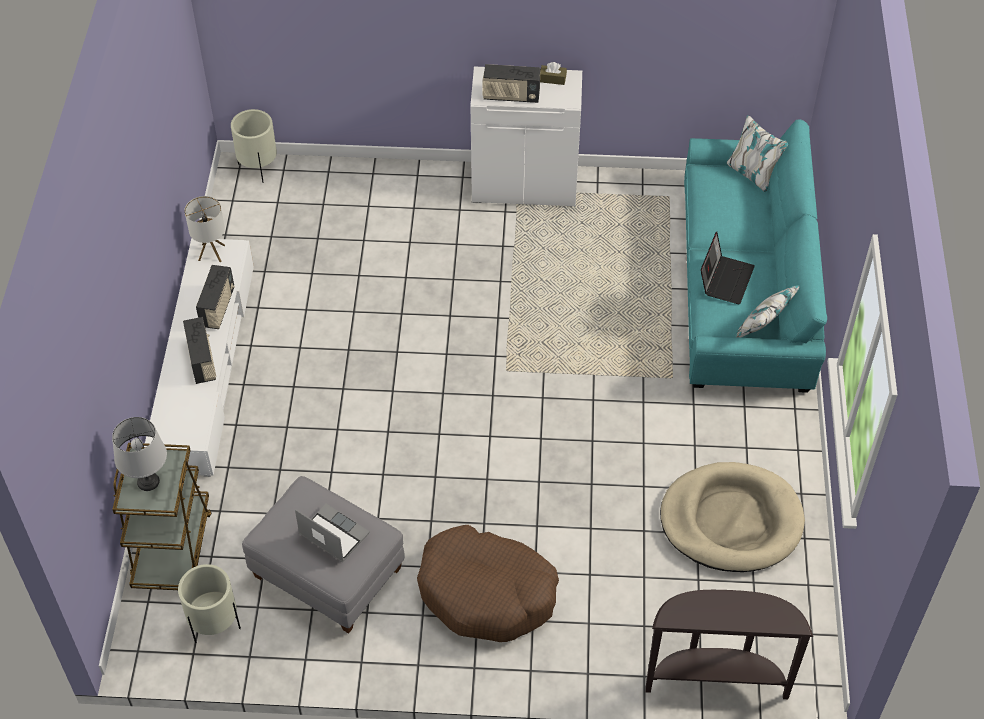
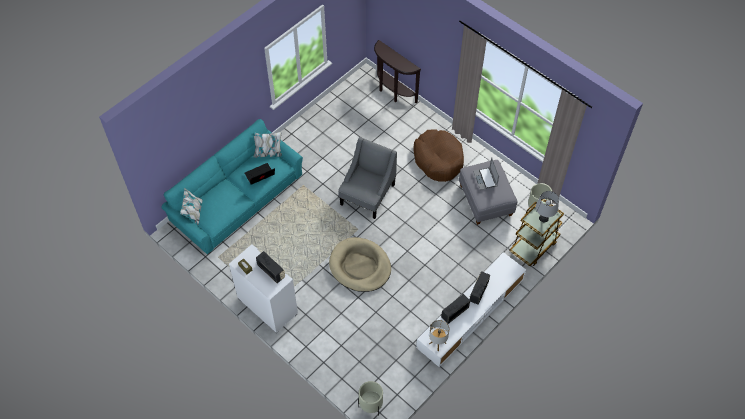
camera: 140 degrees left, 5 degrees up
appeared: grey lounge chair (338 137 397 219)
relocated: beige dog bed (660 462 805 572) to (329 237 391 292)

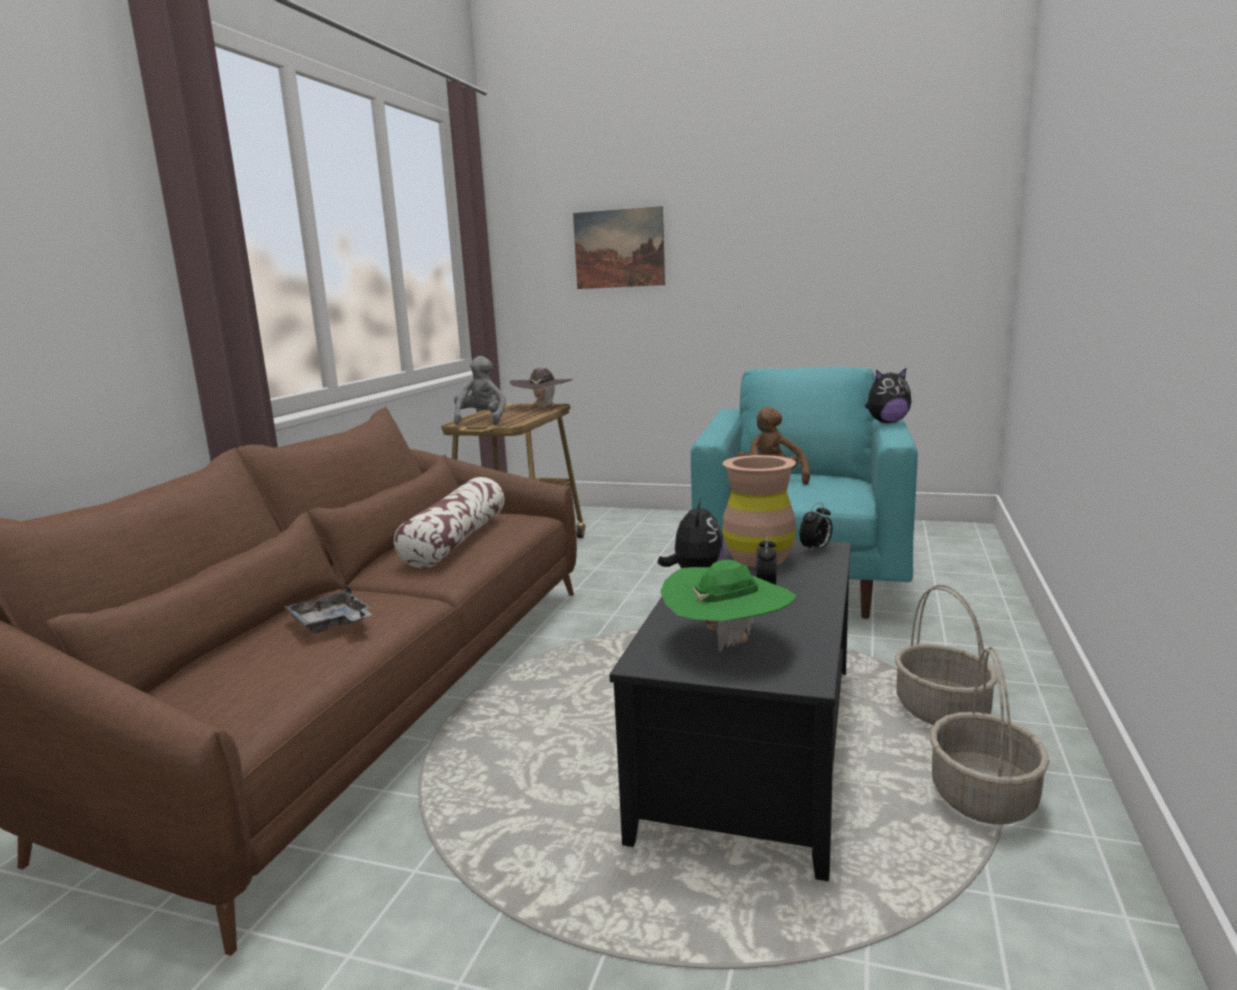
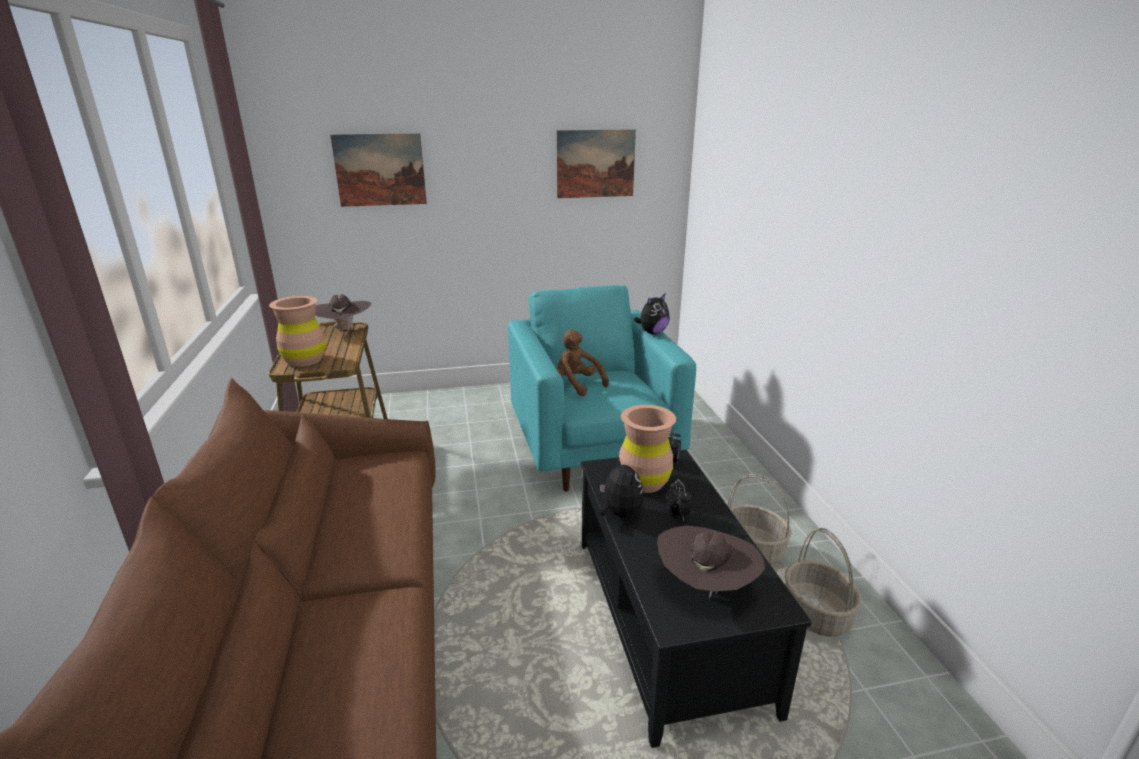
camera: 30 degrees left, 10 degrees up
missing: grey carrying tray (284 585 373 633); cushion (394 477 505 568)
appeared: picture (556 129 636 198)
exchanged: grey soft toy (454 356 506 425) to brown-coloured decorative vase (269 296 325 367)
colour: greenish wearable hat (660 560 797 653) to brown-coloured wearable hat (657 526 765 598)

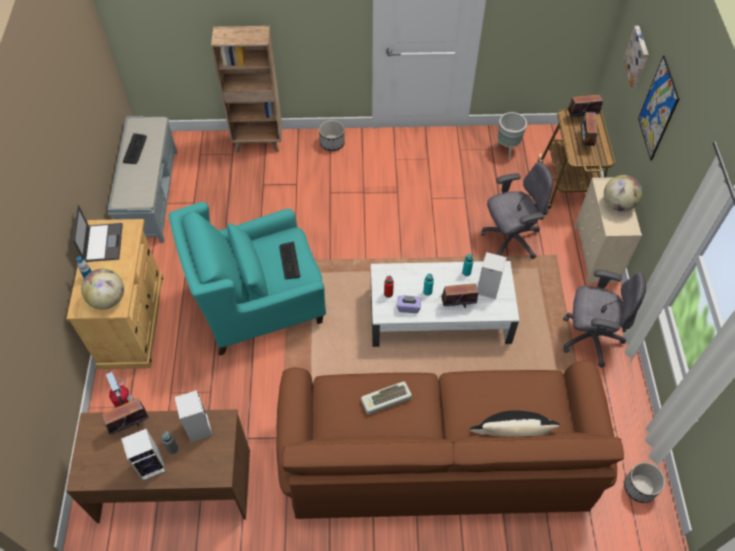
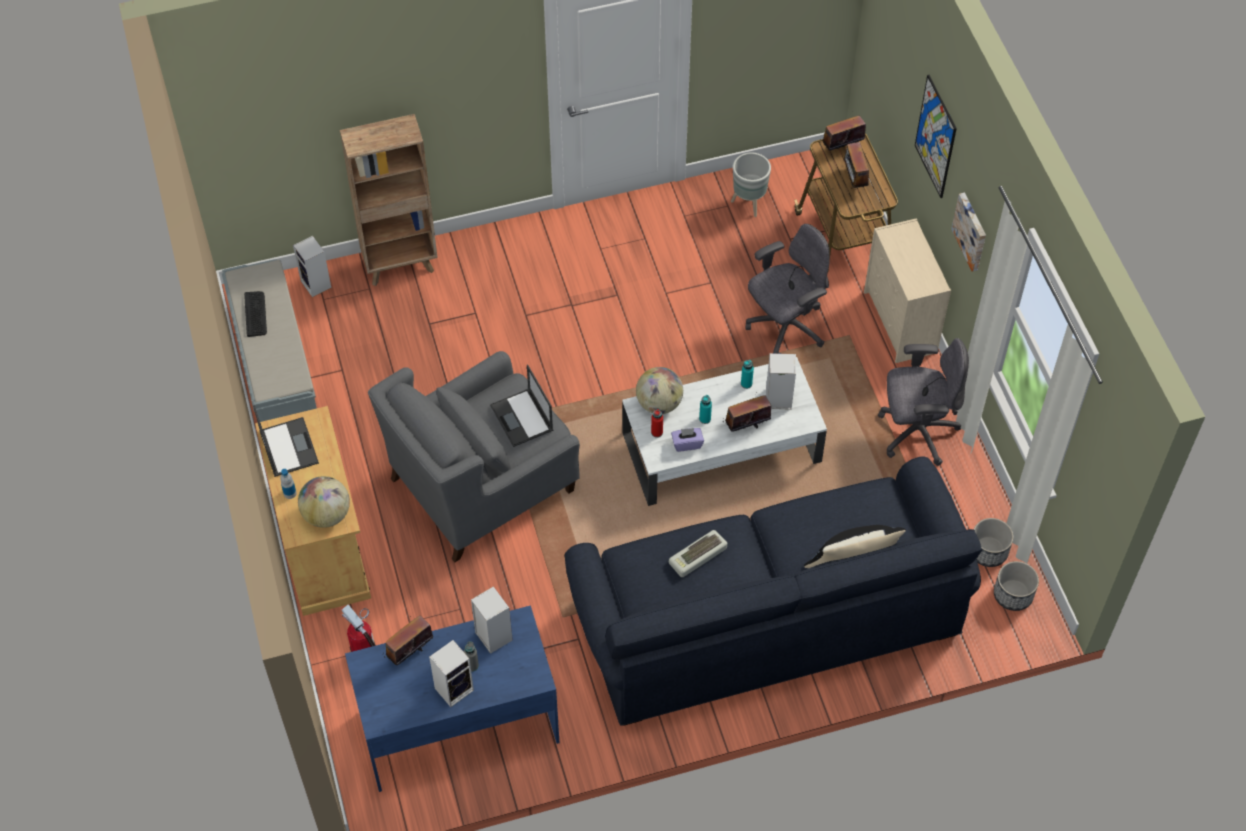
camera: 15 degrees left, 0 degrees up
appeared: audio speaker (293 236 331 297)
relocated: world globe (604 175 642 212) to (636 367 683 414); picture (623 26 649 87) to (951 192 986 271); flower pot (319 120 345 151) to (974 518 1013 567)
exchanged: keyboard (279 242 300 279) to notebook computer (490 364 553 447)
colour: brown-coloured desk table (66 409 250 523) to bluish desk table (345 605 560 792); turquoise lounge chair (169 202 326 356) to grey lounge chair (368 351 580 562); brown-coloured sofa (276 361 624 519) to bluish sofa (565 456 982 726)

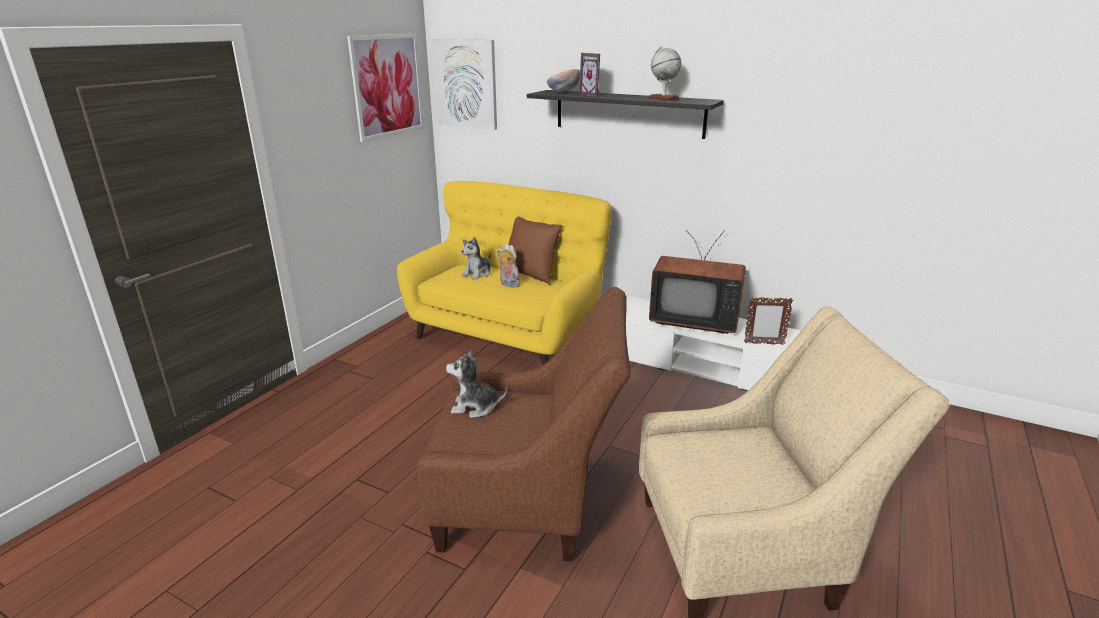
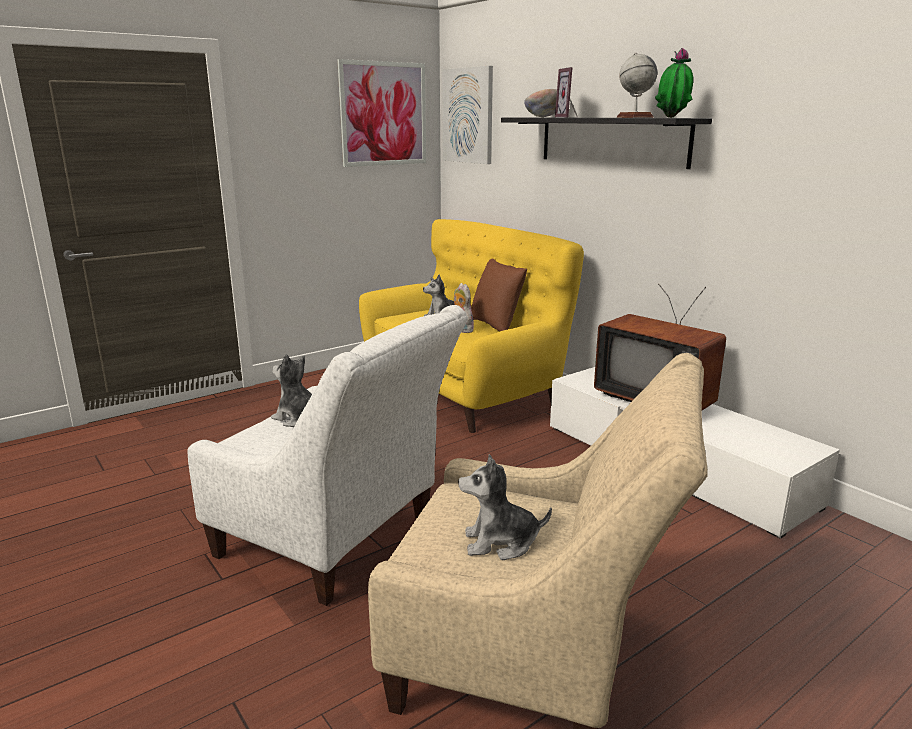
camera: 25 degrees right, 5 degrees down
missing: photo frame (744 297 793 345)
appeared: soft toy (458 454 552 560); potted plant (655 48 693 118)
colour: brown-coloured lounge chair (417 287 631 561) to white-coloured lounge chair (187 305 468 606)

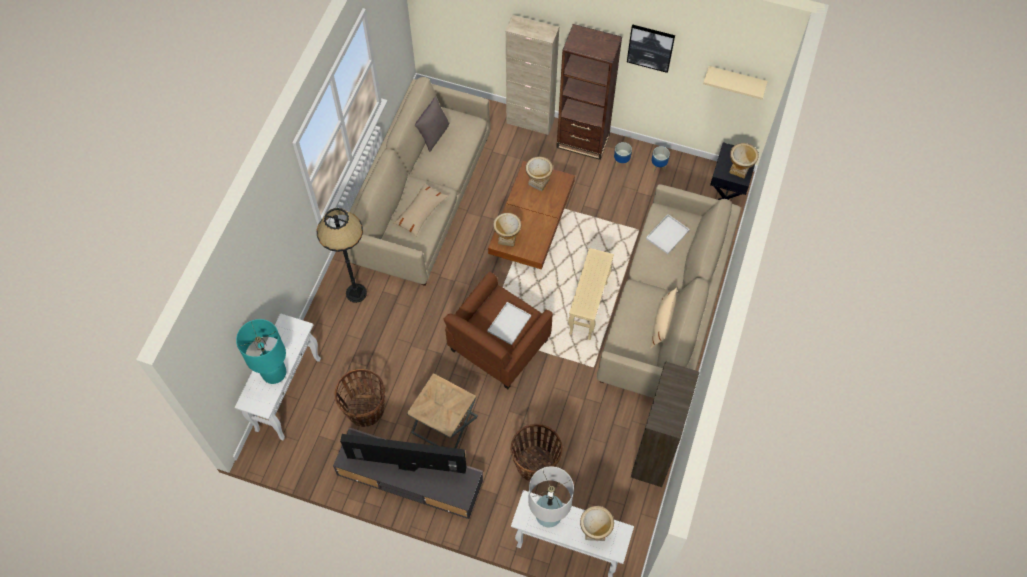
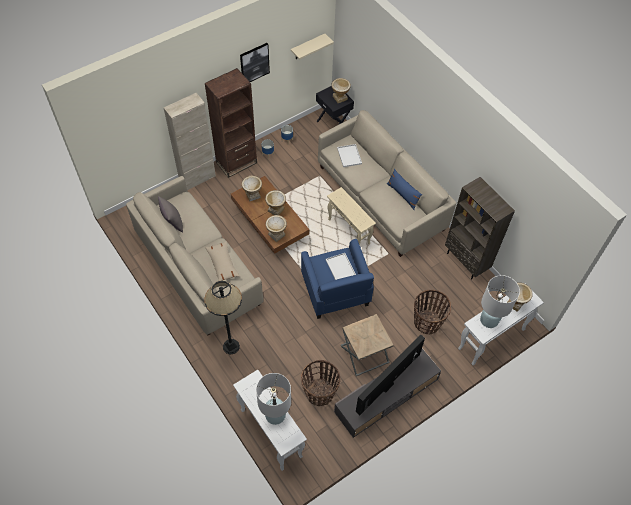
camera: 55 degrees left, 5 degrees down
appeared: decorative vase (265 190 286 215)
colour: turquoise lamp for a table (236 319 286 384) to white-coloured lamp for a table (256 373 291 425); brown-coloured lounge chair (443 272 553 389) to bluish lounge chair (301 239 374 319); beige cushion (651 287 677 349) to bluish cushion (387 169 422 210)

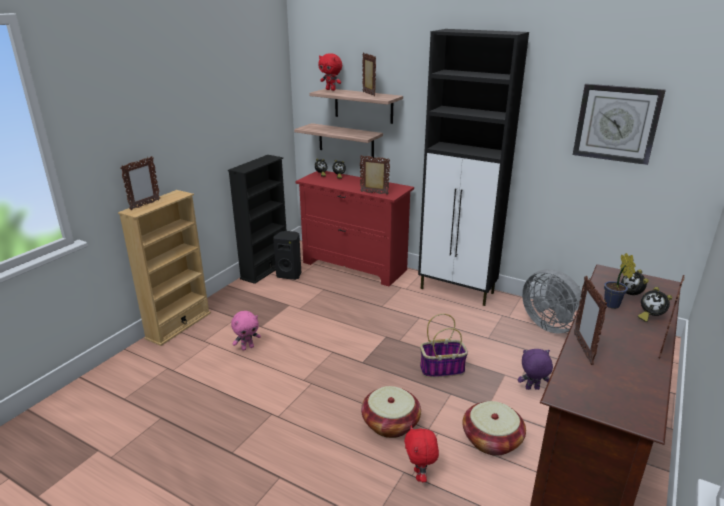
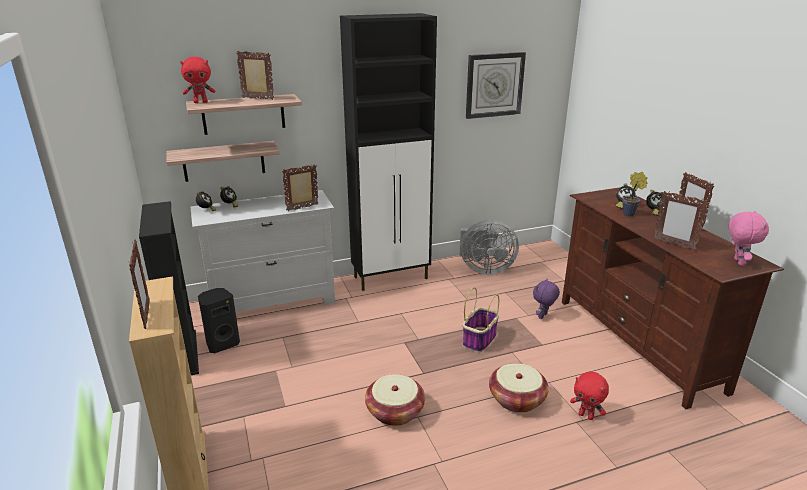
camera: 50 degrees left, 0 degrees up
relocated: basket (462 401 526 456) to (365 374 425 426); pink soft toy (231 311 261 351) to (729 211 769 266)
colour: reddish drawer chest (295 171 414 287) to white-coloured drawer chest (190 190 335 312)

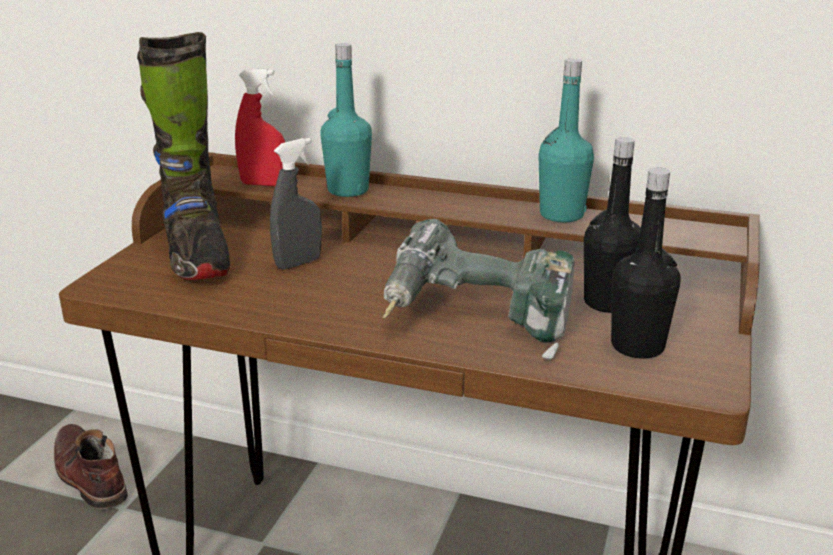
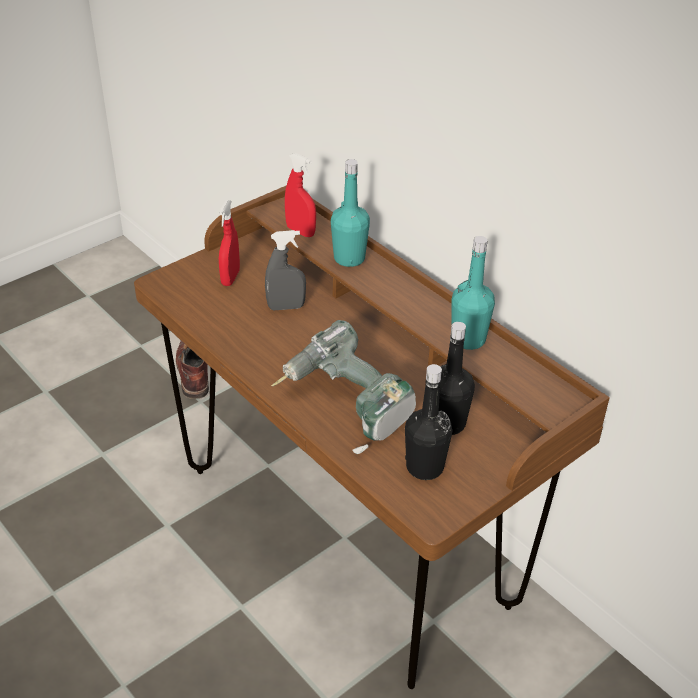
camera: 30 degrees right, 15 degrees up
exchanged: black-coloured tall boot (137 32 230 280) to reddish sprayer (219 200 240 286)

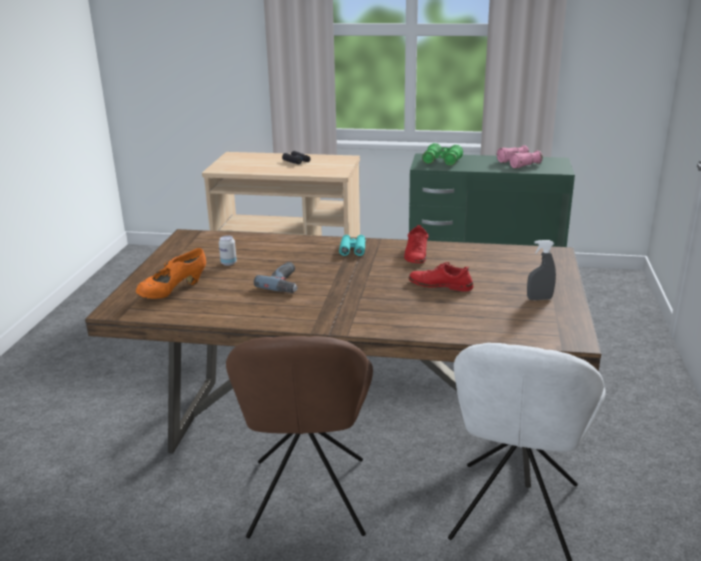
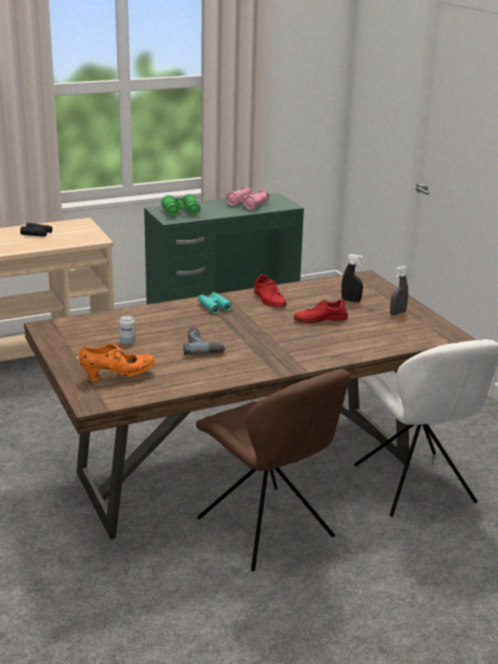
camera: 35 degrees left, 0 degrees up
appeared: black-coloured sprayer (341 254 363 302)
spun: orange-coloured low shoe (136 248 206 299) = (79 344 156 382) 120 degrees counterclockwise

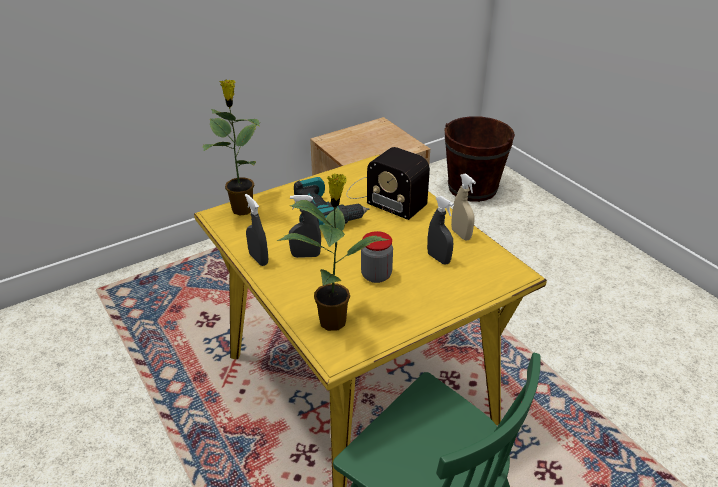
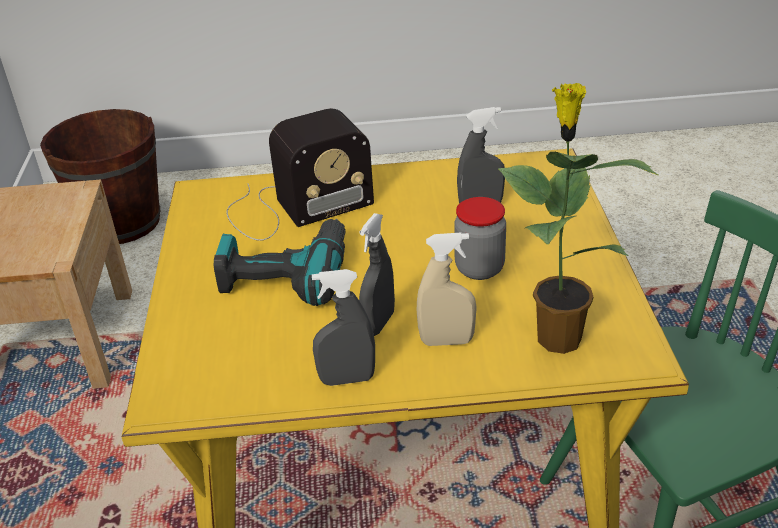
camera: 60 degrees left, 0 degrees up
missing: potted plant (203 79 260 215)
relocated: beige sprayer (451 173 476 241) to (417 233 477 346)

